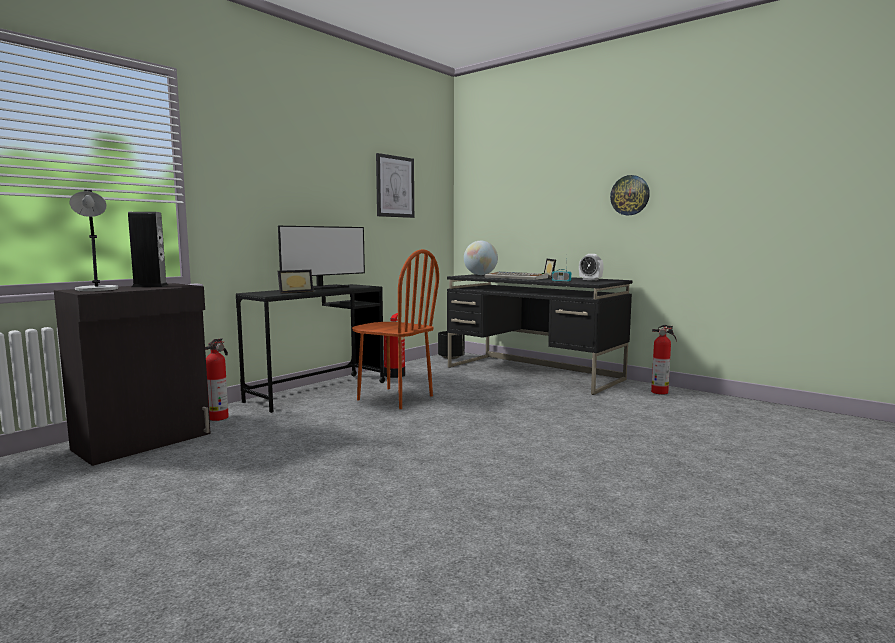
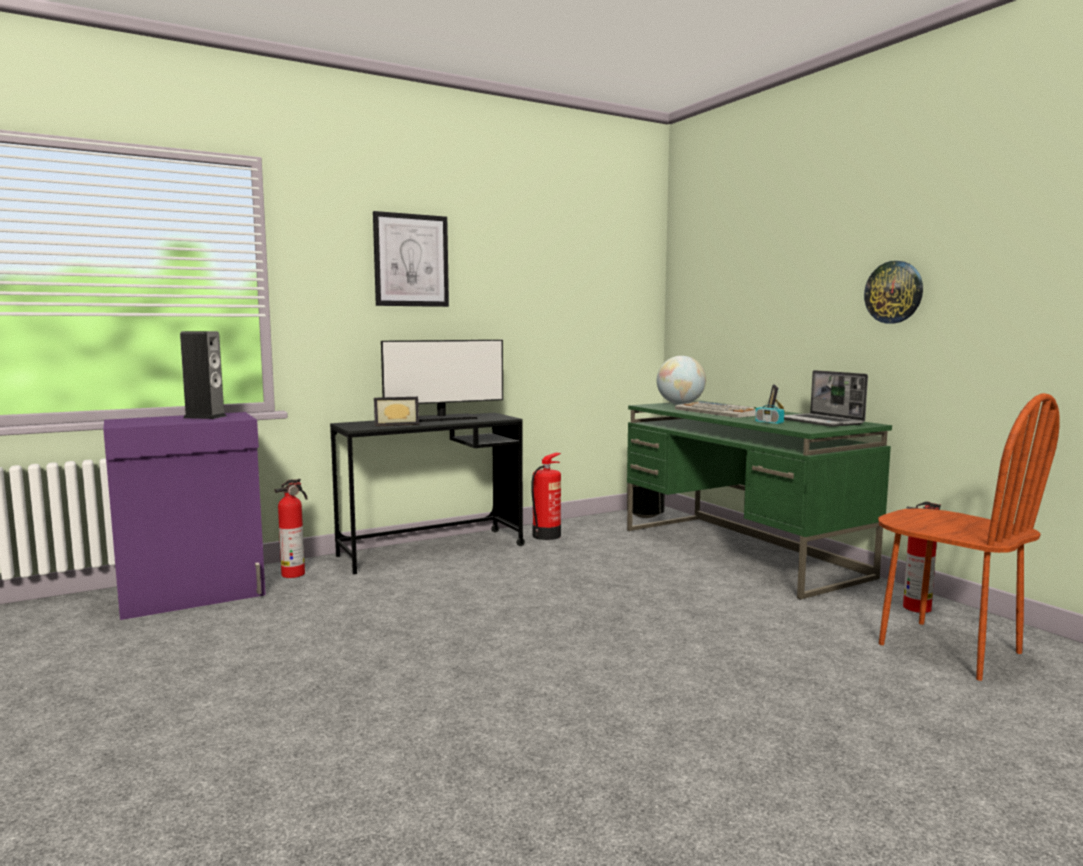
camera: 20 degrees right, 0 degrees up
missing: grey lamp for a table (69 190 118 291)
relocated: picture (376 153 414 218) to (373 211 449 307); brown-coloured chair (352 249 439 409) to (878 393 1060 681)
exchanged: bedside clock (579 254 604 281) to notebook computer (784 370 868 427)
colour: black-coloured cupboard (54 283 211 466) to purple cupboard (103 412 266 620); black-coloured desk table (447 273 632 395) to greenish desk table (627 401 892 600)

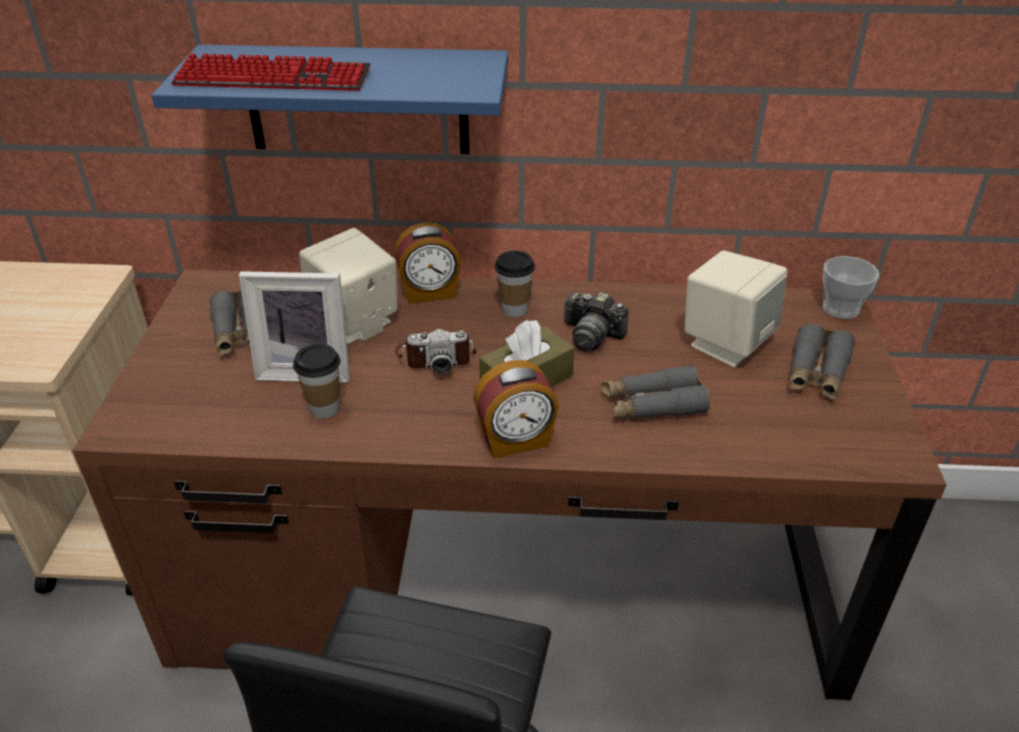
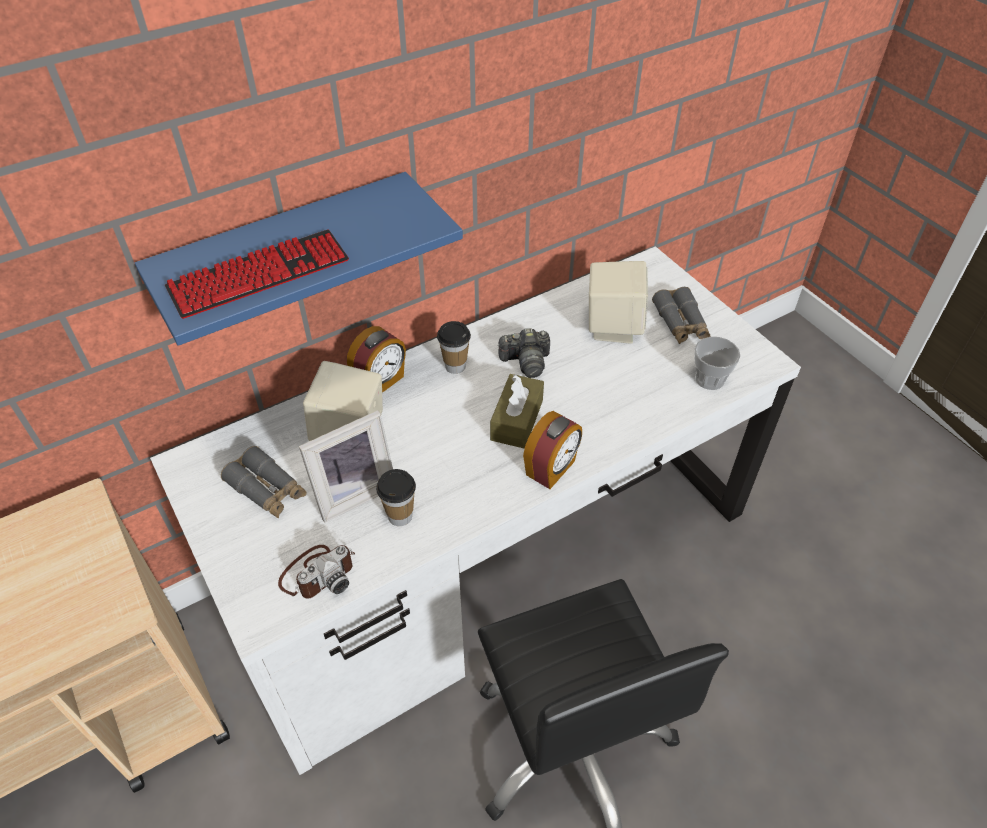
camera: 35 degrees left, 10 degrees up
missing: grey binoculars (601 365 710 419)
relocated: photo camera (395 329 477 374) to (278 545 355 599); small cup (823 256 879 319) to (694 337 740 390)
colour: brown-coloured desk table (73 269 947 700) to white-coloured desk table (150 246 801 775)

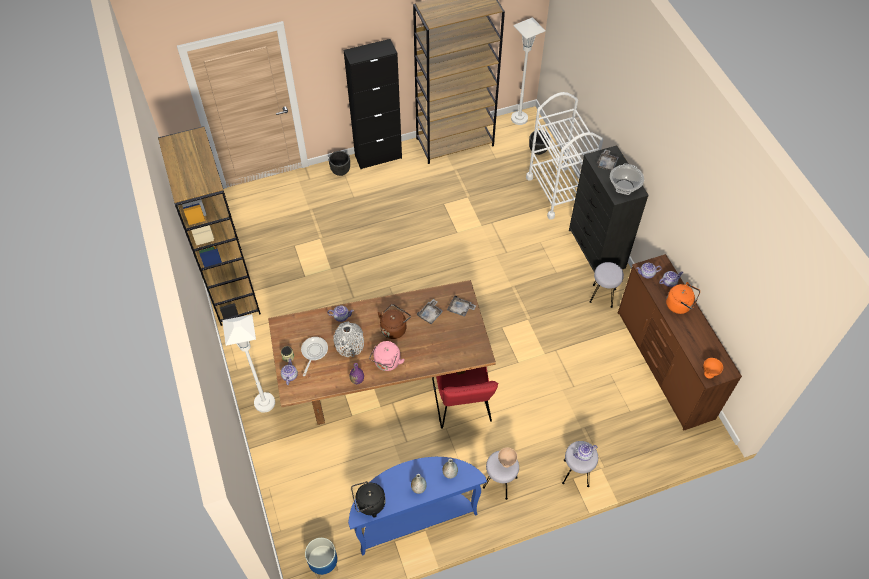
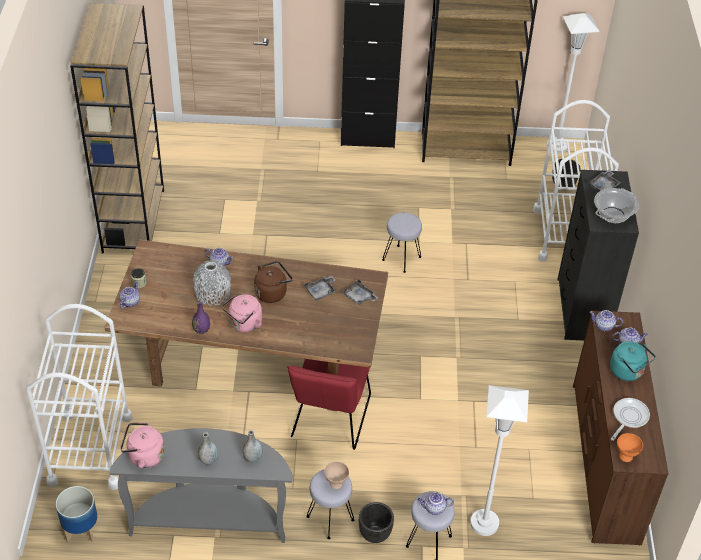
camera: 20 degrees right, 10 degrees down
appeared: white-coloured wheeled cart (26 304 133 490)
relocated: black-coloured flower pot (329 151 350 176) to (359 502 394 543); grey stool seat (589 262 624 308) to (382 212 422 273); white-coloured standing lamp (222 314 275 413) to (470 385 529 536); skillet (301 337 328 376) to (611 398 650 441)
colour: bluish narrow table (348 457 487 556) to grey narrow table (110 428 292 543); black-coloured water kettle (351 481 386 518) to pink water kettle (120 423 165 468); orange-coloured water kettle (666 282 700 314) to turquoise water kettle (610 341 656 381)

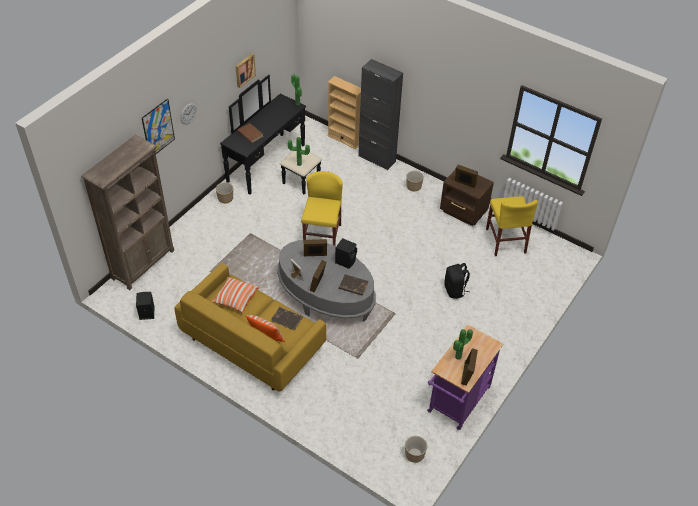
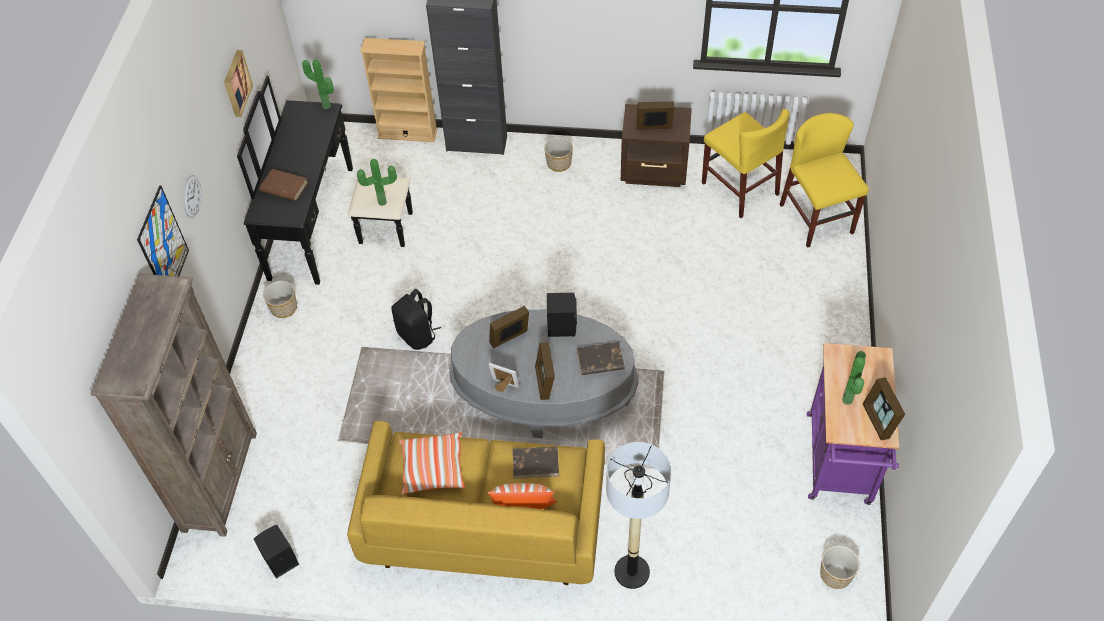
camera: 25 degrees left, 5 degrees up
appeared: standing lamp (606 442 671 589)
relocated: black-coloured rucksack (444 263 470 299) to (391 289 441 350); yellow chair (301 171 343 246) to (780 113 869 248)

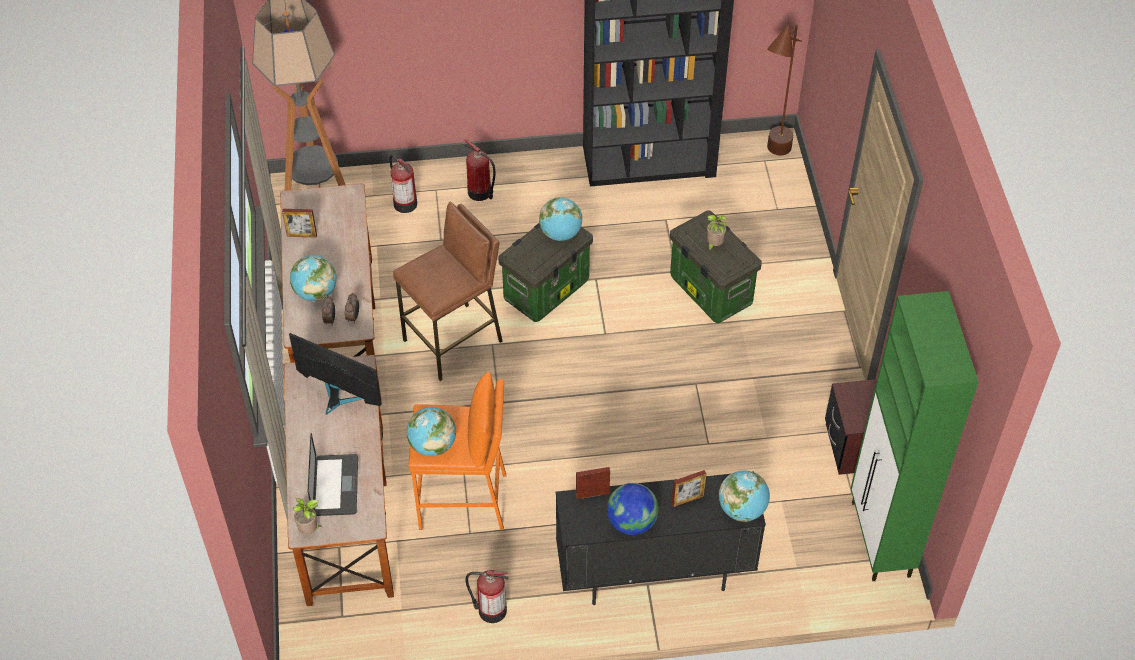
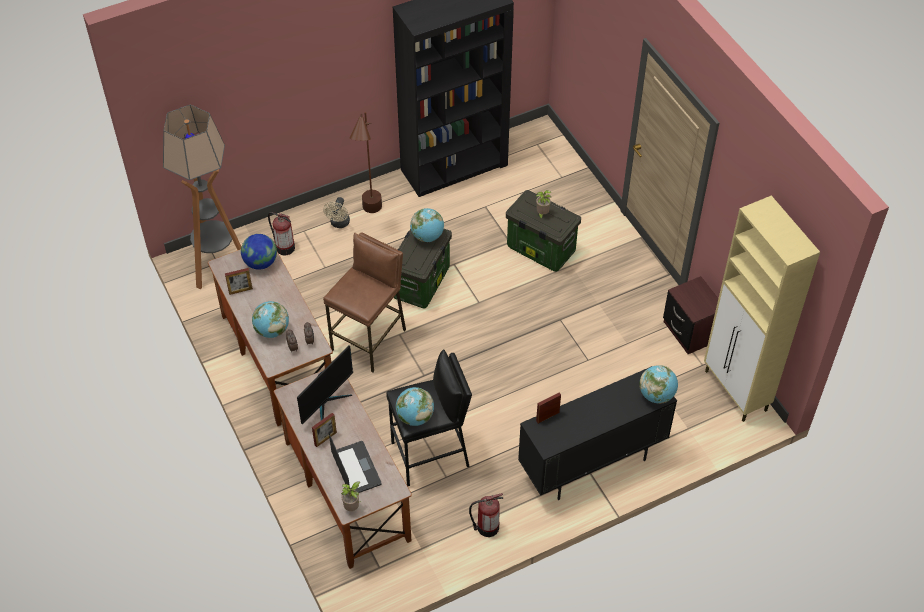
camera: 20 degrees left, 0 degrees up
relocated: world globe (607 483 659 535) to (241 234 277 270); photo frame (671 470 706 507) to (312 413 337 447); brown-coloured standing lamp (767 23 802 155) to (349 112 382 213)
exchanged: fire-fighting cylinder (464 139 495 201) to beige fan (323 197 350 228)
colour: orange-coloured stool seat (408 372 506 530) to black-coloured stool seat (386 349 472 486); greenish cupboard (851 291 979 581) to beige cupboard (704 195 820 422)
spun: computer screen (289 333 382 415) = (297 345 353 425) 120 degrees clockwise

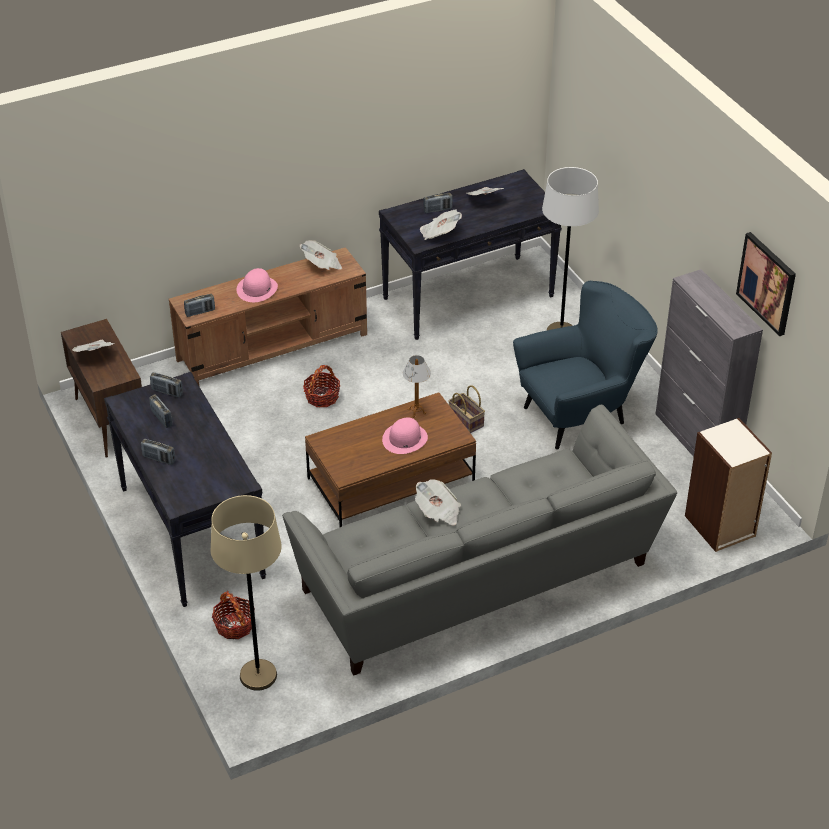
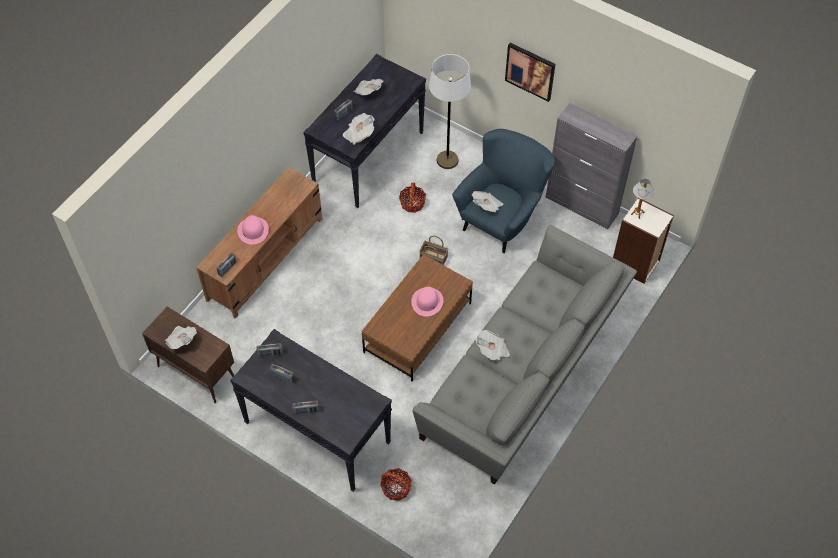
camera: 30 degrees left, 15 degrees up
missing: beige standing lamp (211 495 282 691)
relocated: basket (303 365 340 407) to (399 183 426 213); daily paper (300 240 342 270) to (472 191 503 212); picture (736 232 796 336) to (505 43 555 102); lamp for a table (403 355 431 418) to (631 179 654 219)

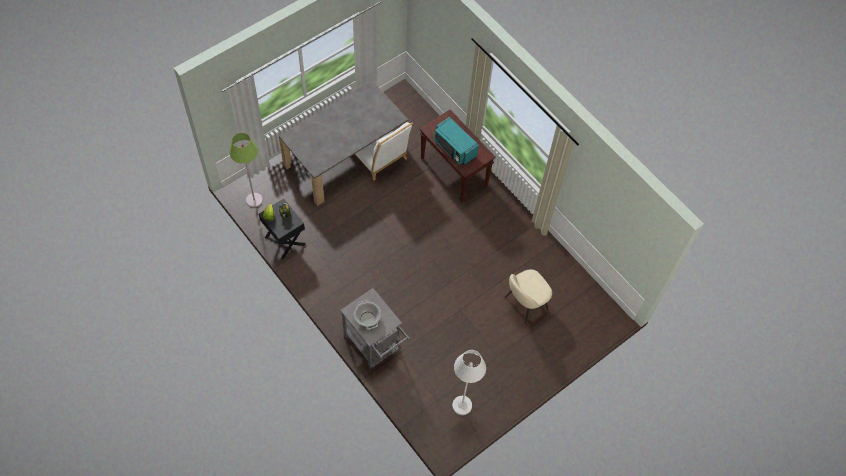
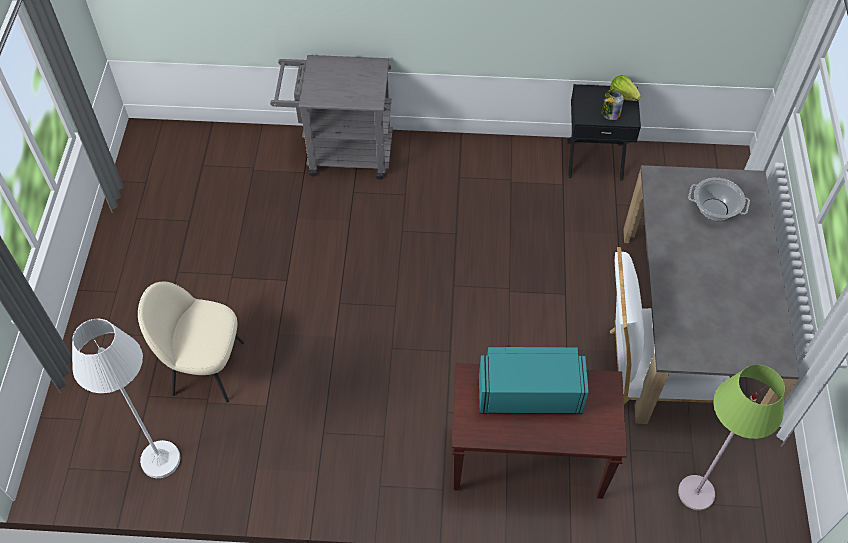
camera: 135 degrees right, 5 degrees down
relocated: white-coloured standing lamp (452 350 486 415) to (72 319 181 478); greenish standing lamp (229 133 263 207) to (678 365 785 511); stockpot (354 300 381 330) to (688 178 750 221)
spun: beige chair (504 269 552 324) = (138 282 244 403) 90 degrees counterclockwise

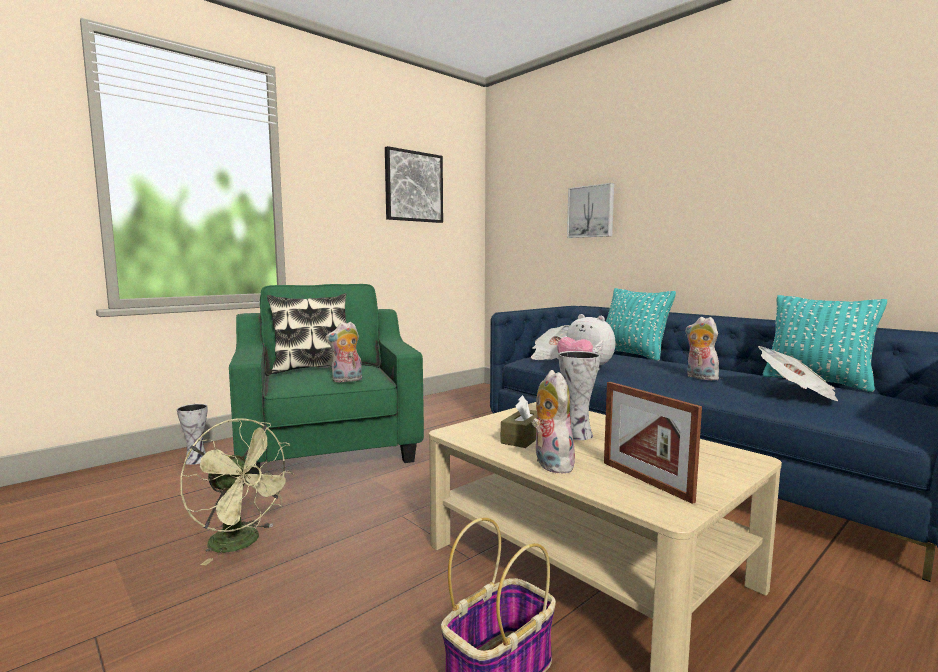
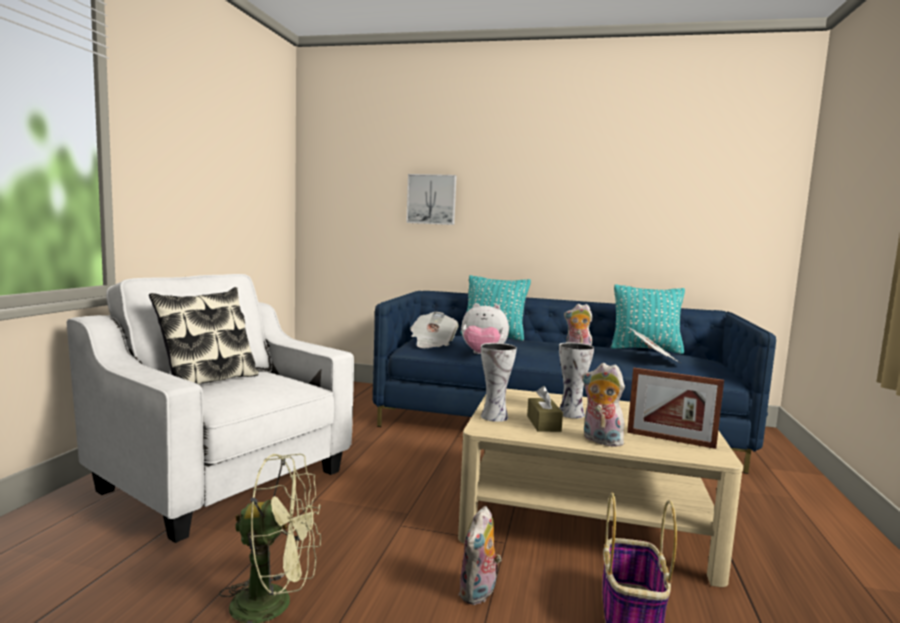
camera: 35 degrees left, 0 degrees up
missing: picture (385 146 443 223)
relocated: soft toy (325 321 362 382) to (459 506 501 605); decorative vase (177 404 208 465) to (481 343 517 422)
colour: greenish lounge chair (229 284 424 474) to white-coloured lounge chair (67 274 354 543)

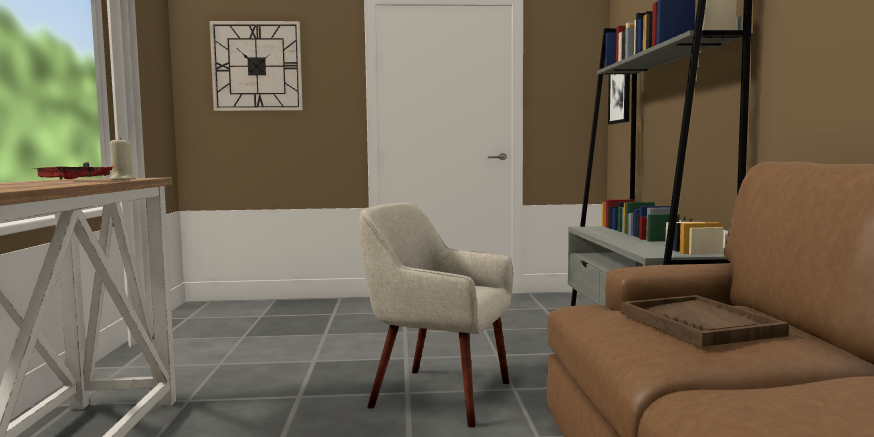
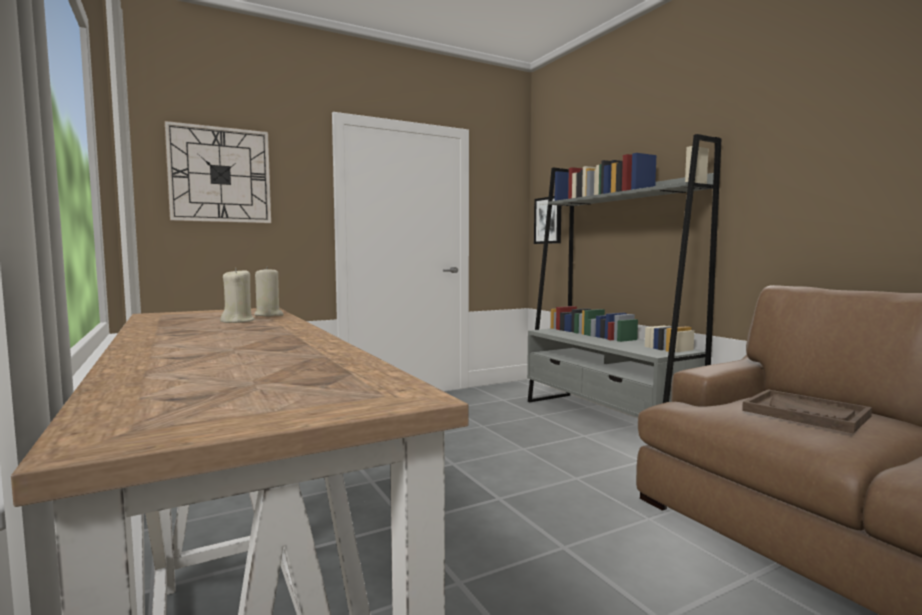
camera: 25 degrees left, 0 degrees up
missing: beige lounge chair (359 202 513 428)
exchanged: reddish carrying tray (37 162 115 179) to beige wax light (220 268 255 323)

